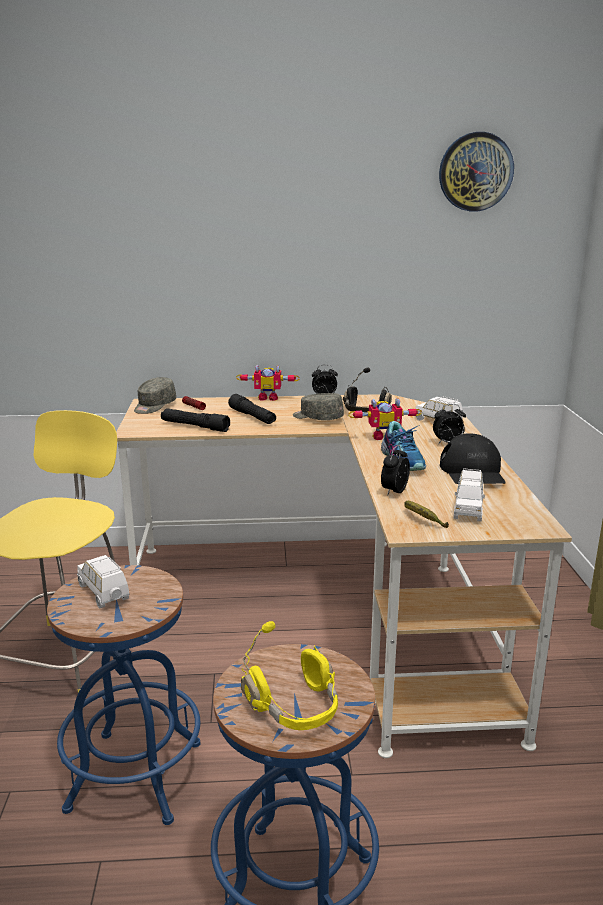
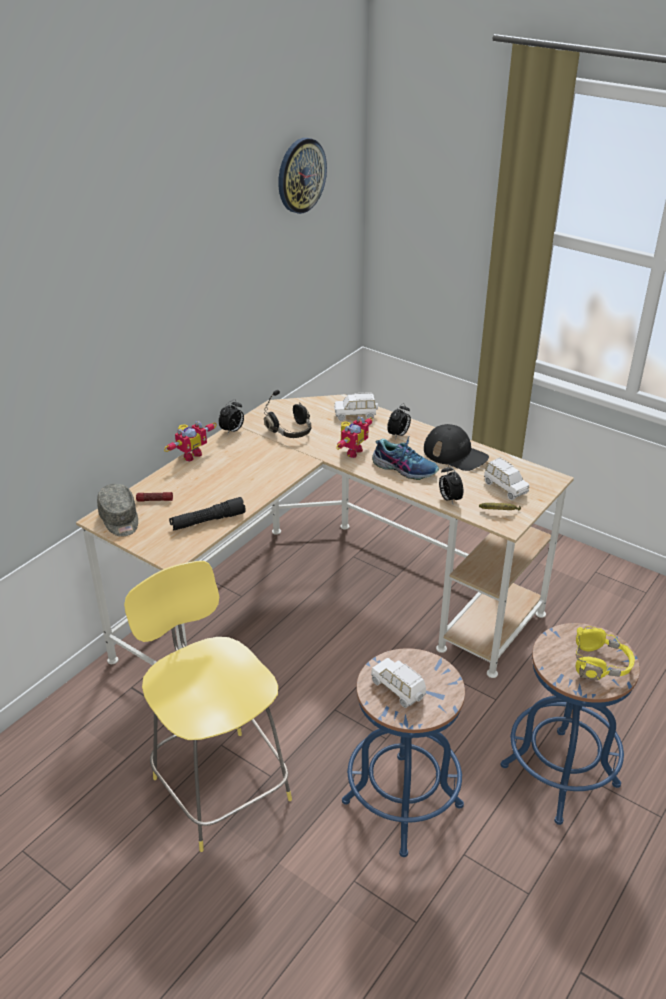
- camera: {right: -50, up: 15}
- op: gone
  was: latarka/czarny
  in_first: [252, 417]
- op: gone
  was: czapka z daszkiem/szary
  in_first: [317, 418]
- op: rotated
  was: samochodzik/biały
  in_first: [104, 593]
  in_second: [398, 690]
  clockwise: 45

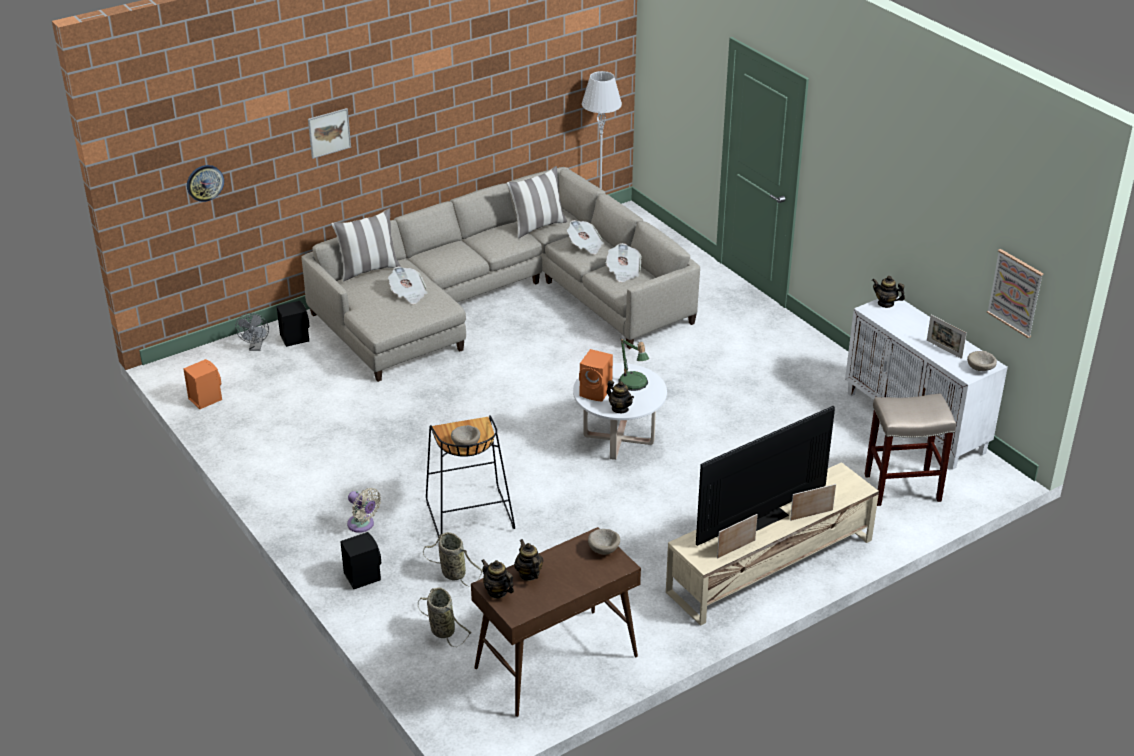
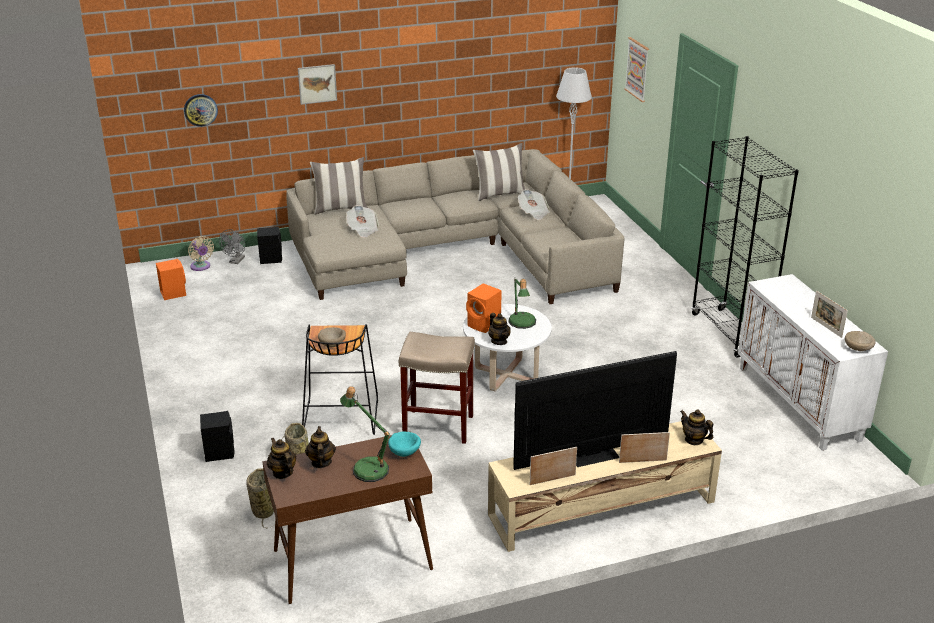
- camera: {right: 15, up: -5}
- op: gone
  was: gazeta
  in_first: [623, 272]
- op: new
  now: lampa stołowa
  in_second: [367, 467]
- op: new
  now: regał/czarny
  in_second: [729, 333]
- op: shifted
  was: wentylator/beżowy
  in_first: [362, 525]
  in_second: [201, 267]
- op: shifted
  was: stołek/beżowy
  in_first: [901, 488]
  in_second: [437, 426]
- op: shifted
  was: imbryk
  in_first: [886, 303]
  in_second: [694, 440]
- op: shifted
  was: obraz
  in_first: [1015, 292]
  in_second: [637, 69]
- op: repainted
  was: miska/beżowy
  now: miska/turkusowy
  in_first: [604, 549]
  in_second: [405, 452]

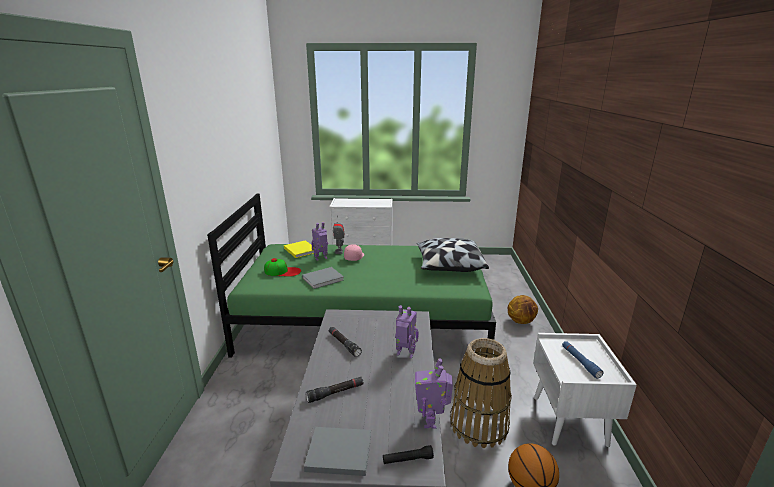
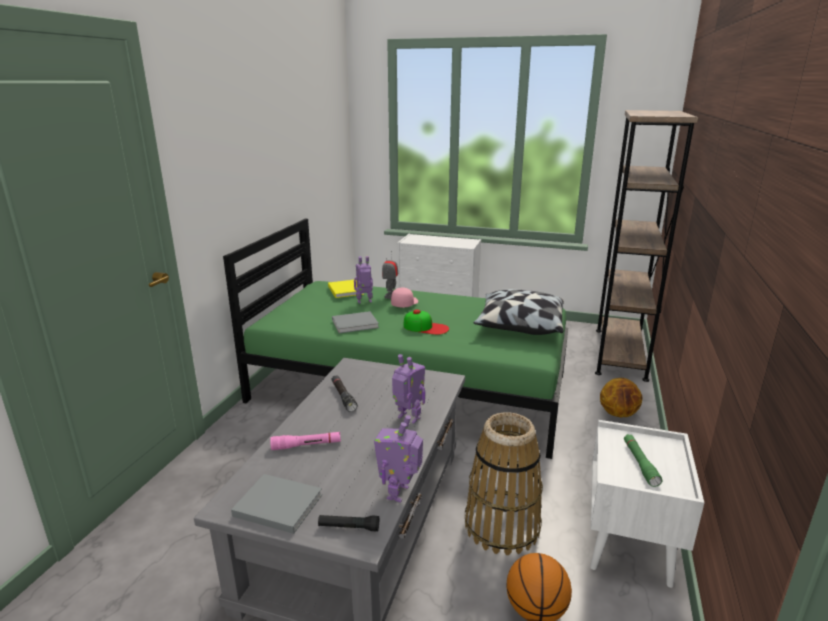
- camera: {right: 15, up: 0}
- op: new
  now: regał/brązowy
  in_second: [620, 353]
- op: shifted
  was: czapka z daszkiem
  in_first: [282, 271]
  in_second: [426, 327]
- op: repainted
  was: latarka/czarny
  now: latarka/różowy
  in_first: [335, 393]
  in_second: [306, 445]
- op: repainted
  was: latarka/niebieski
  now: latarka/zielony
  in_first: [580, 362]
  in_second: [640, 463]

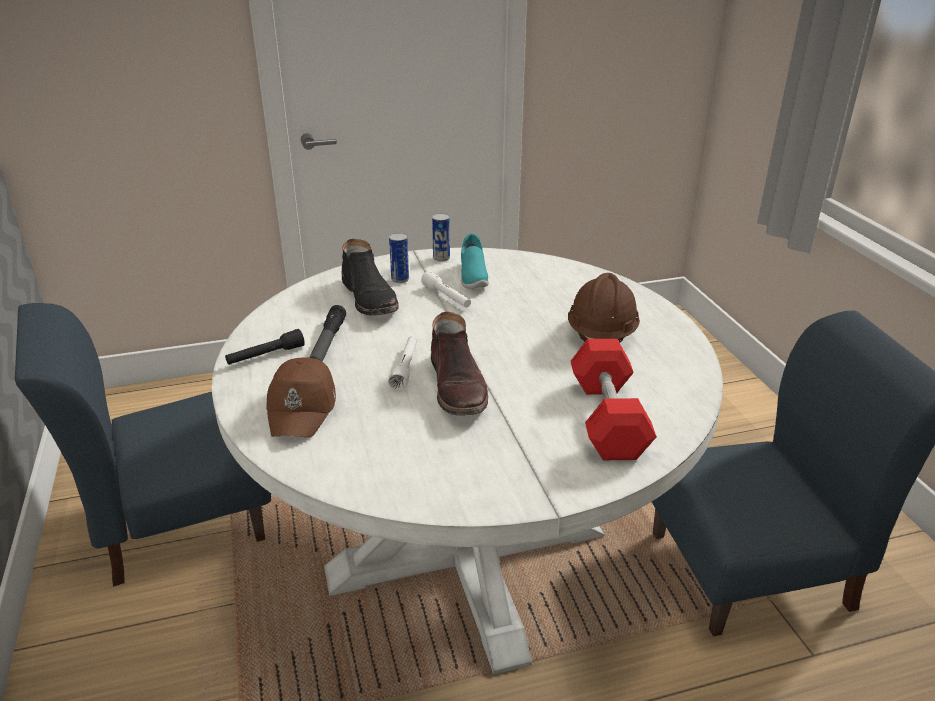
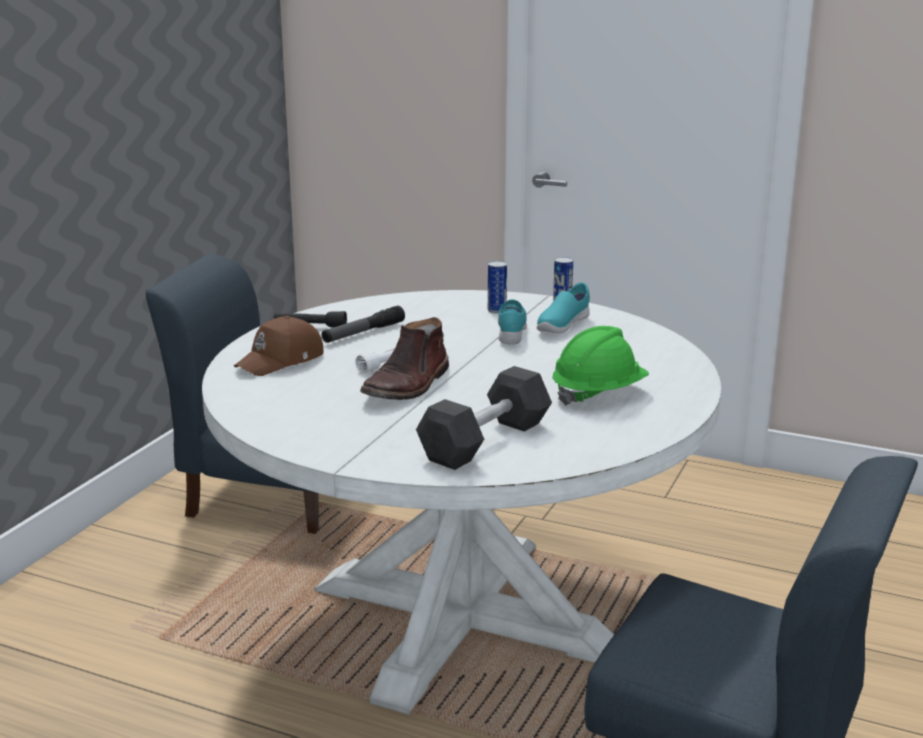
- camera: {right: 40, up: -10}
- op: gone
  was: but z cholewką/czarny
  in_first: [370, 298]
- op: swapped
  was: latarka/biały
  now: but/turkusowy
  in_first: [447, 297]
  in_second: [512, 332]
- op: repainted
  was: kask/brązowy
  now: kask/zielony
  in_first: [601, 333]
  in_second: [598, 394]
- op: repainted
  was: hantel/czerwony
  now: hantel/szary
  in_first: [607, 418]
  in_second: [485, 441]

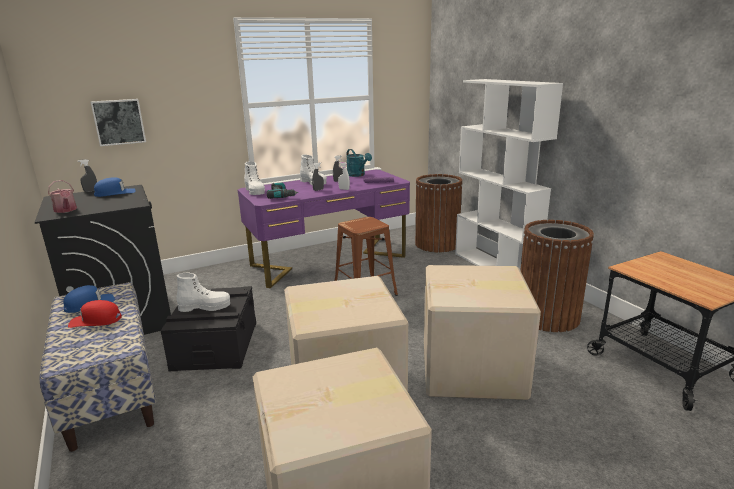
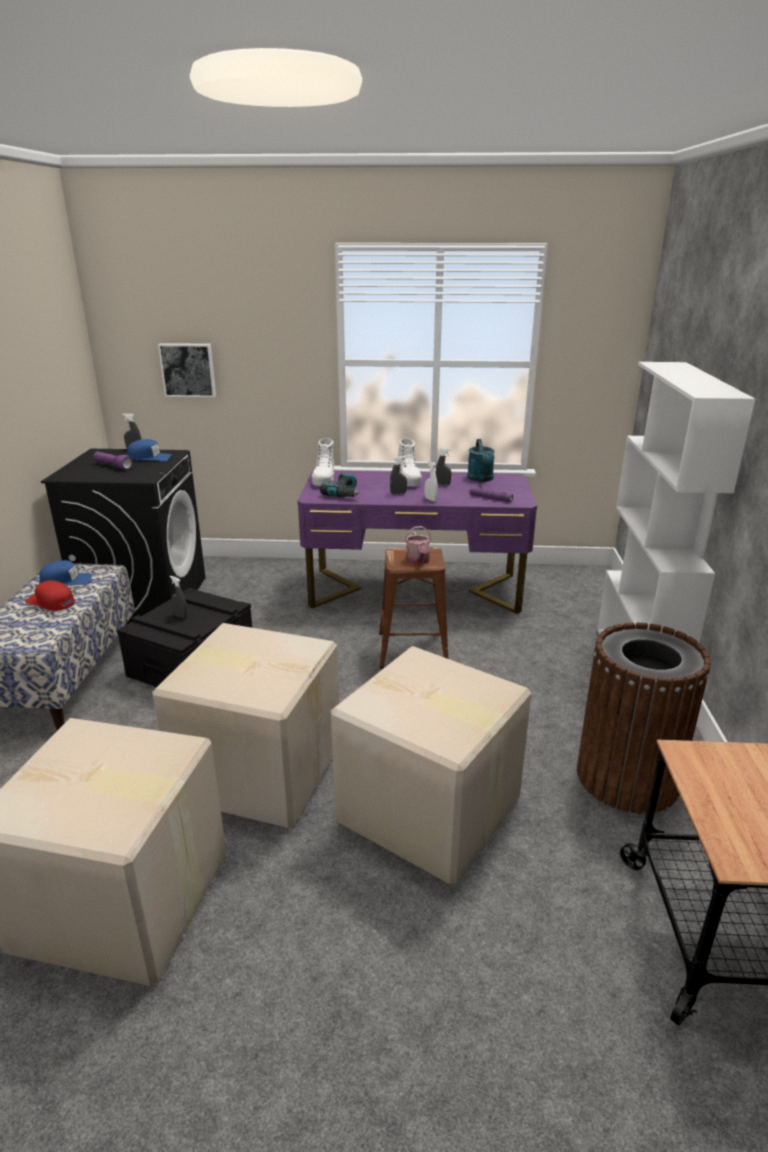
- camera: {right: 30, up: 5}
- op: gone
  was: kosz na śmieci/brązowy
  in_first: [437, 244]
- op: new
  now: latarka/fioletowy
  in_second: [113, 466]
- op: shifted
  was: konewka
  in_first: [66, 210]
  in_second: [418, 561]
- op: swapped
  was: but z cholewką/biały
  now: spryskiwacz/szary
  in_first: [205, 307]
  in_second: [180, 616]

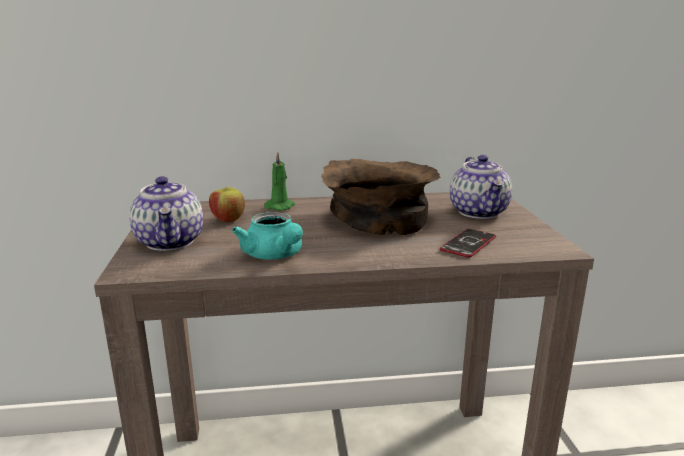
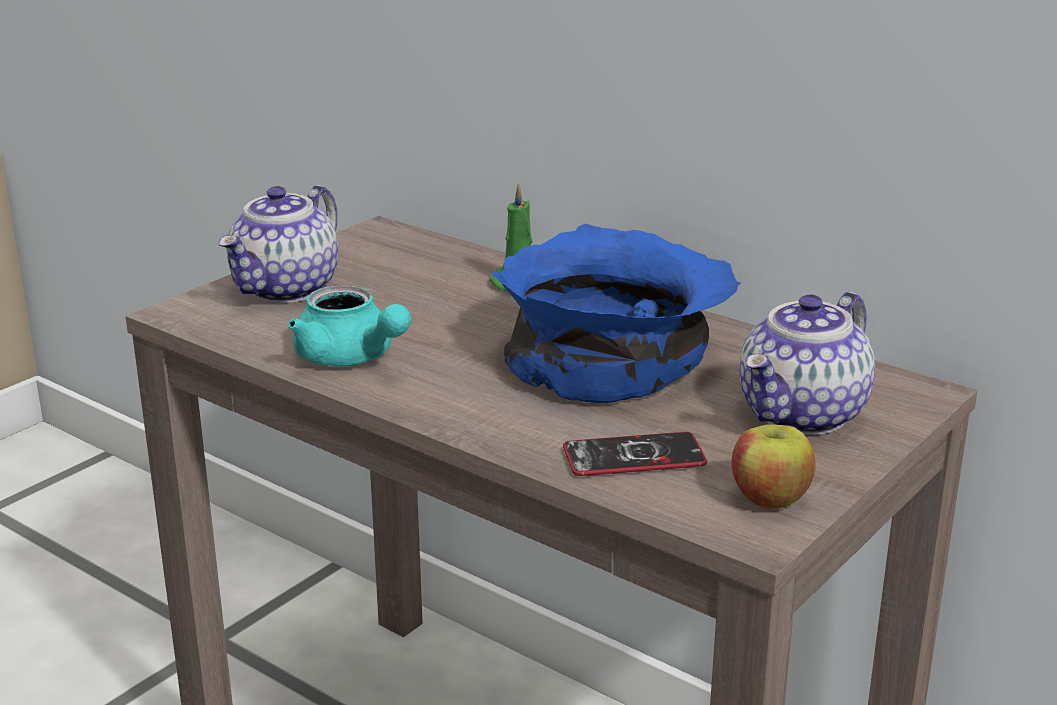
- camera: {right: 45, up: 5}
- op: shifted
  was: jabłko
  in_first: [227, 220]
  in_second: [769, 499]
- op: repainted
  was: miska/brązowy
  now: miska/niebieski
  in_first: [380, 218]
  in_second: [613, 359]
- op: rotated
  was: imbryk/turkusowy
  in_first: [274, 256]
  in_second: [351, 358]
  clockwise: -60

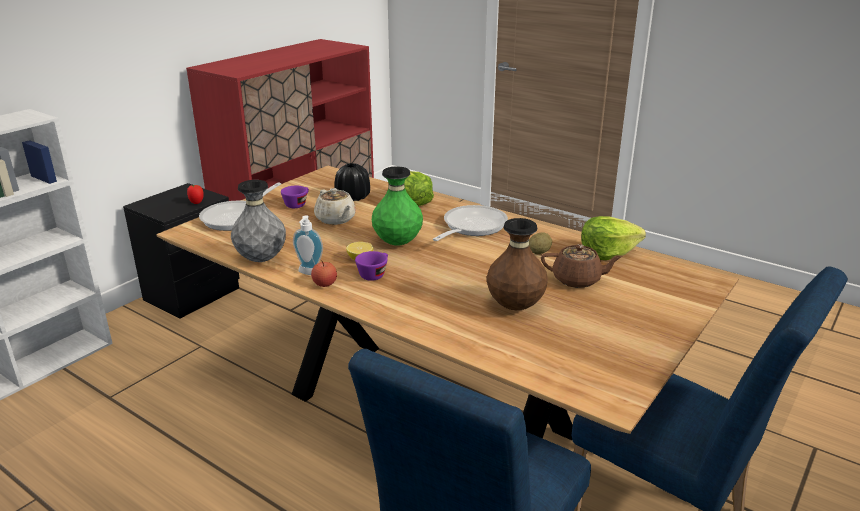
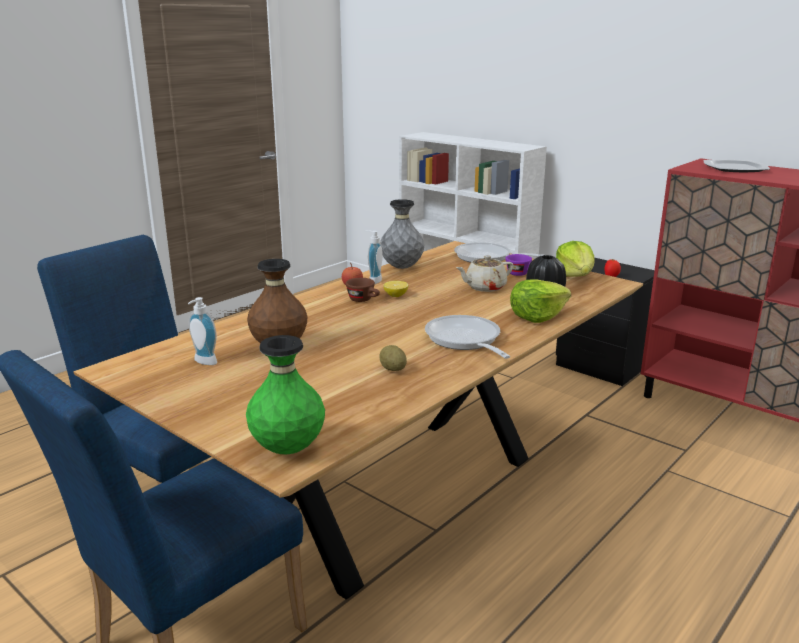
- camera: {right: 95, up: -5}
- op: gone
  was: imbryk/brązowy
  in_first: [577, 280]
- op: new
  now: dozownik mydła
  in_second: [203, 362]
- op: new
  now: talerz
  in_second: [735, 168]
- op: shifted
  was: wazon/zielony
  in_first: [397, 243]
  in_second: [287, 449]
- op: shifted
  was: sałata
  in_first: [607, 253]
  in_second: [575, 276]
- op: repainted
  was: filiżanka/fioletowy
  now: filiżanka/brązowy
  in_first: [374, 274]
  in_second: [364, 300]
- op: rotated
  was: patelnia
  in_first: [471, 227]
  in_second: [465, 341]
  clockwise: -150

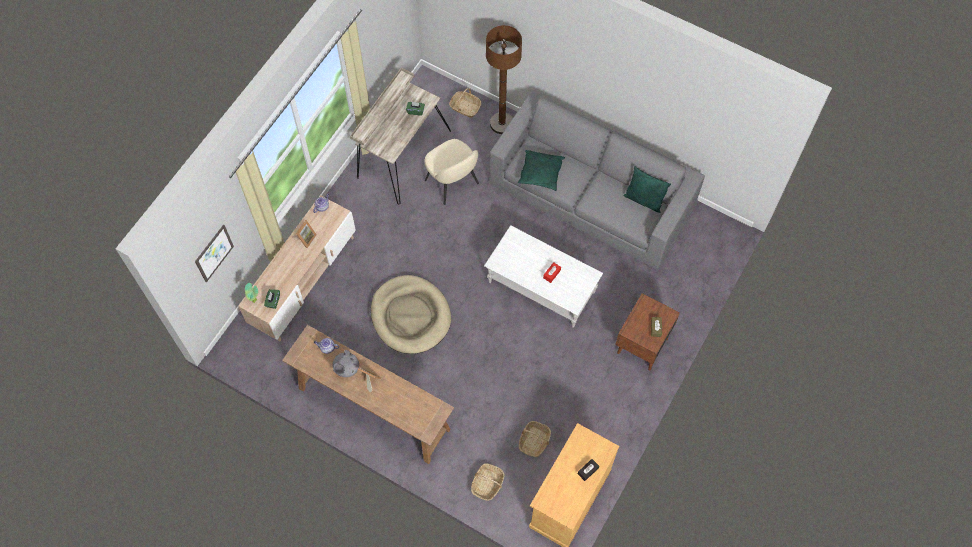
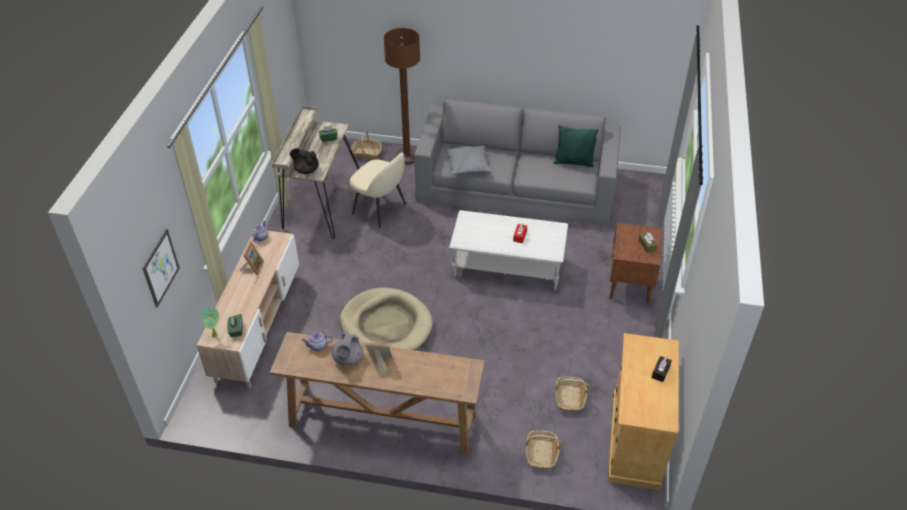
- camera: {right: -20, up: -20}
- op: new
  now: imbryk/czarny
  in_second: [306, 170]
- op: repainted
  was: poduszka/zielony
  now: poduszka/szary
  in_first: [540, 174]
  in_second: [468, 166]

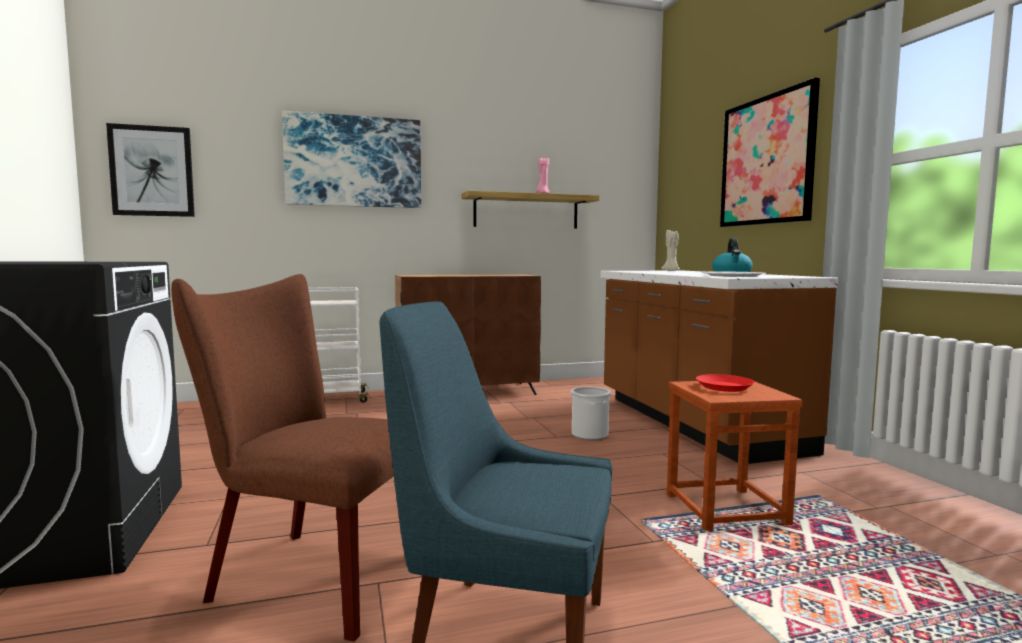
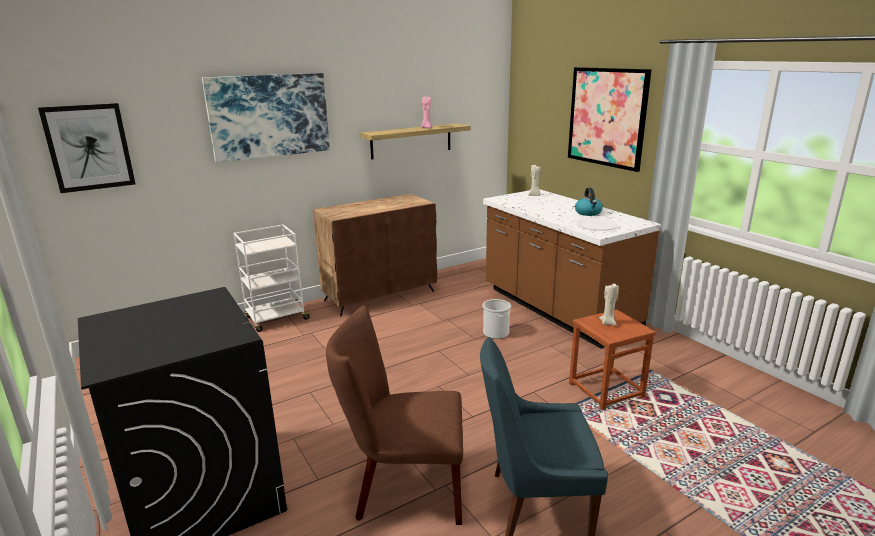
- camera: {right: -15, up: 15}
- op: swapped
  was: talerz/czerwony
  now: świeca/beżowy
  in_first: [724, 387]
  in_second: [608, 323]

